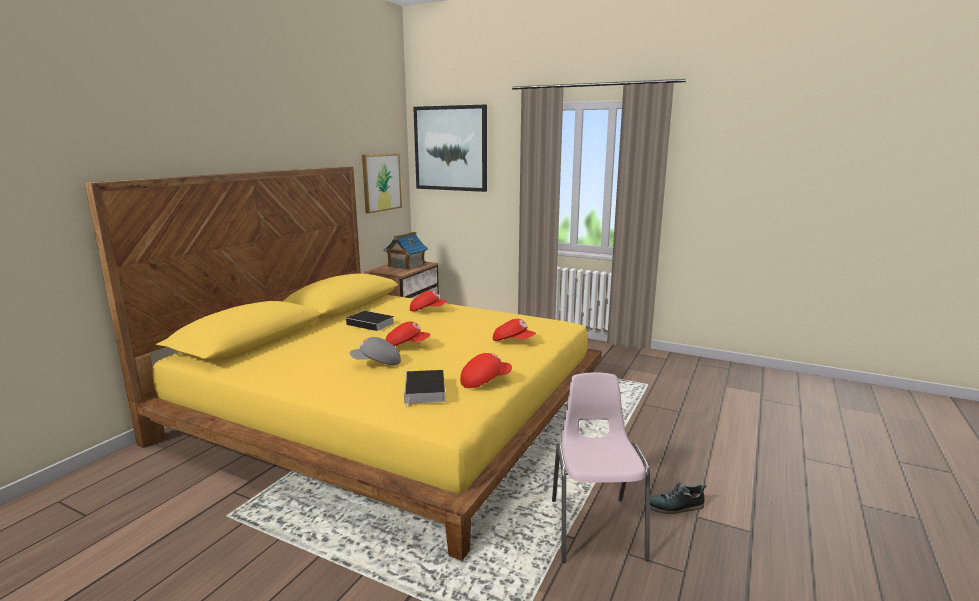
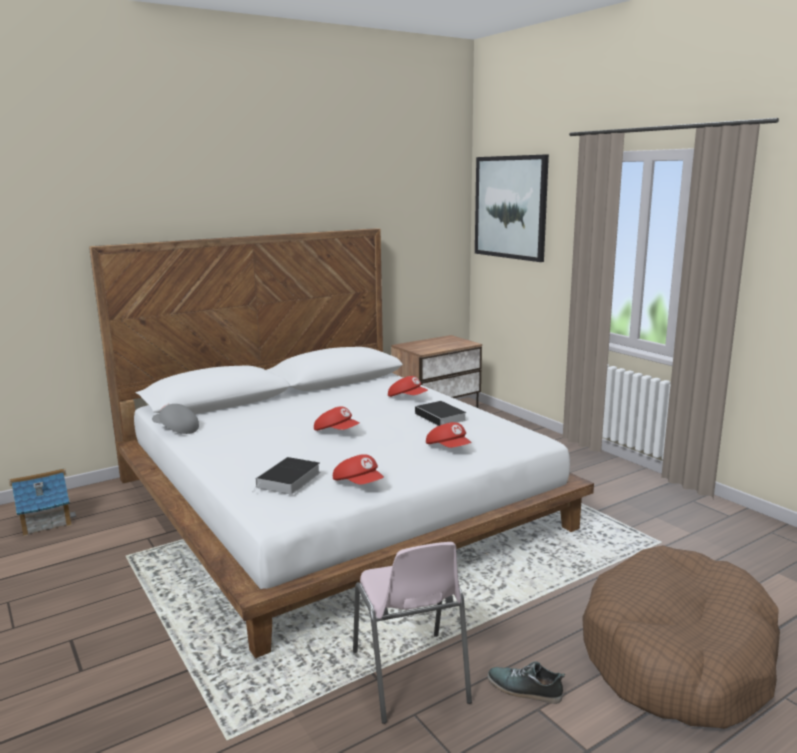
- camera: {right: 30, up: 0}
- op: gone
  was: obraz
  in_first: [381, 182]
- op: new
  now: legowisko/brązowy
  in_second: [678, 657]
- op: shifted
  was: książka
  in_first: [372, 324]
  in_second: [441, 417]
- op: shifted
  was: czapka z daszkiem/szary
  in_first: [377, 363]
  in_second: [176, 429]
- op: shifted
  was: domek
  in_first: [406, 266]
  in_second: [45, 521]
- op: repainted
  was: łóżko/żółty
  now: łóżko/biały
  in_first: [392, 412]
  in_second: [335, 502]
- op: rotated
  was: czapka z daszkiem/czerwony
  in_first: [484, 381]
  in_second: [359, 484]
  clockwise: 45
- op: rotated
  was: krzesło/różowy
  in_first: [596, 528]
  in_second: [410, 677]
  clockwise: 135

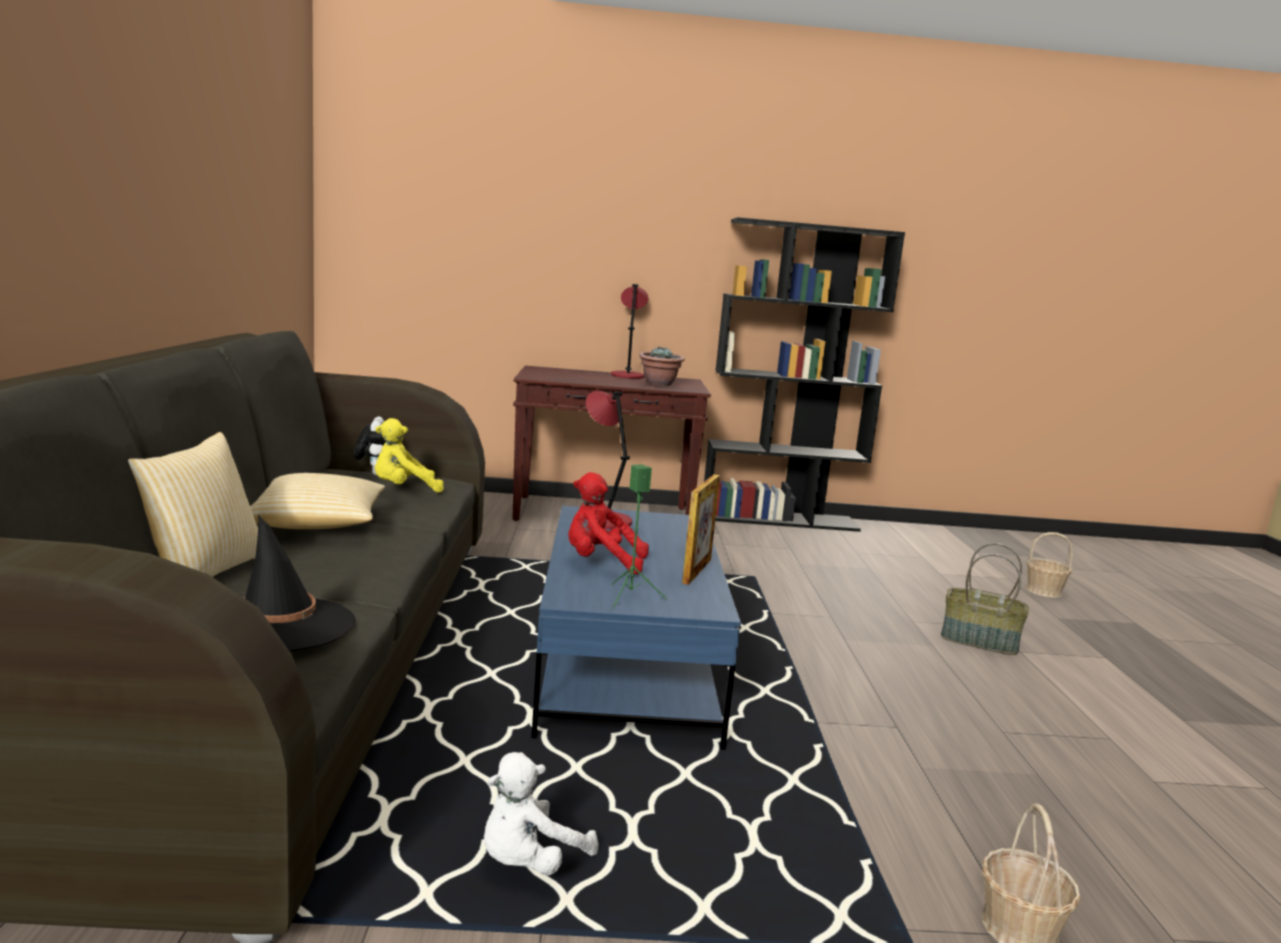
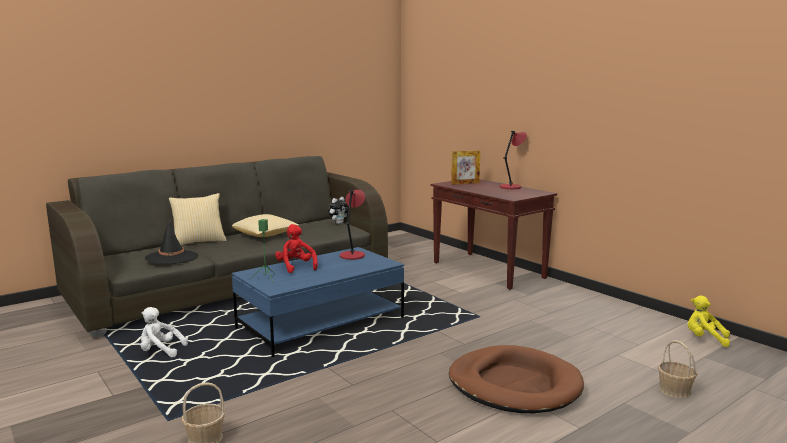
- camera: {right: 55, up: 0}
- op: gone
  was: roślina doniczkowa
  in_first: [659, 384]
- op: gone
  was: regał/czarny
  in_first: [779, 519]
- op: shifted
  was: pluszak/żółty
  in_first: [404, 490]
  in_second: [705, 339]
- op: shifted
  was: ramka na zdjęcie
  in_first: [697, 571]
  in_second: [465, 183]
- op: swapped
  was: koszyk
  now: legowisko/brązowy
  in_first: [978, 641]
  in_second: [514, 385]

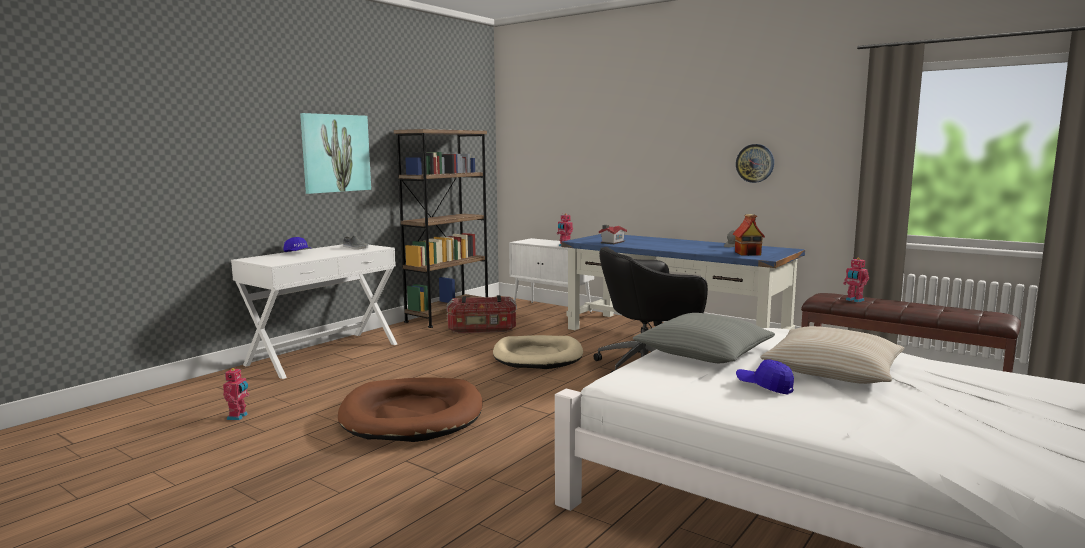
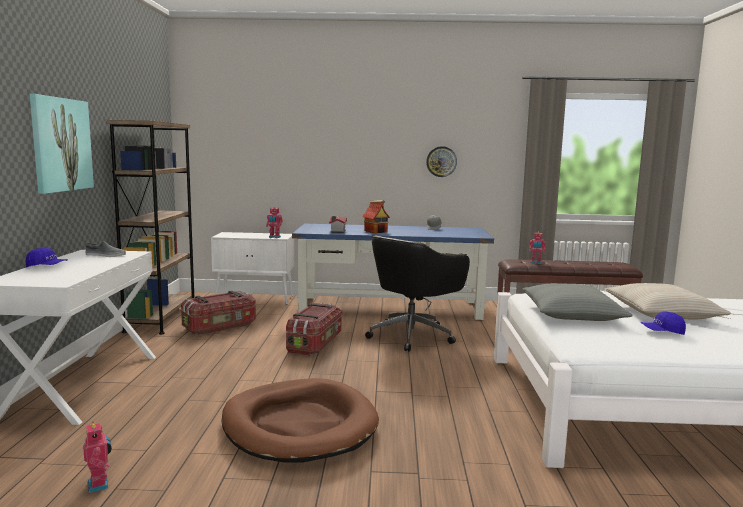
- camera: {right: -35, up: 0}
- op: shifted
  was: domek
  in_first: [748, 253]
  in_second: [376, 231]
- op: swapped
  was: legowisko/beżowy
  now: pojemnik do przechowywania
  in_first: [538, 356]
  in_second: [315, 343]

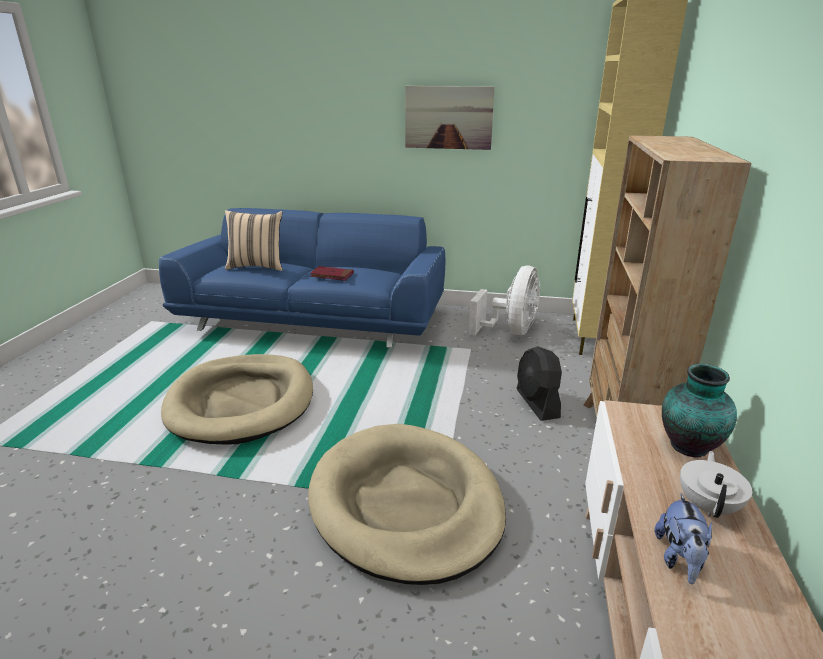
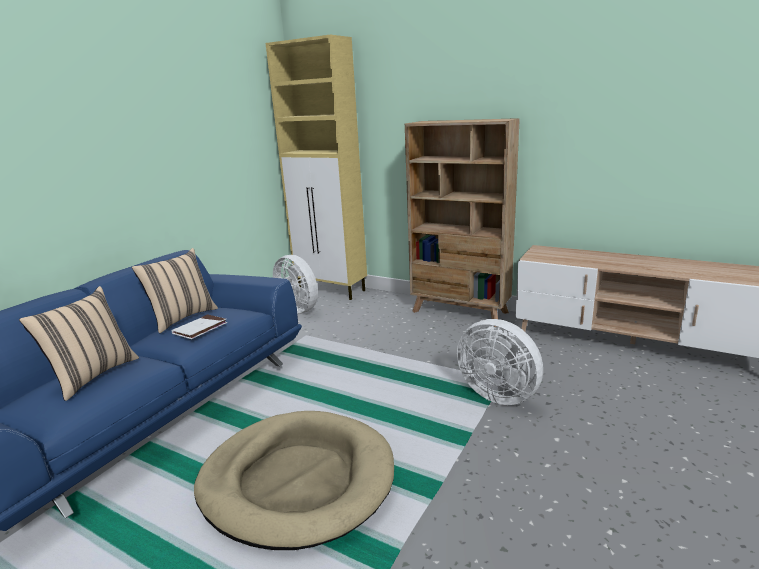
- camera: {right: -70, up: -5}
- op: gone
  was: obraz
  in_first: [448, 117]
- op: gone
  was: wentylator/czarny
  in_first: [537, 403]
- op: gone
  was: pluszak
  in_first: [679, 559]
- op: gone
  was: wazon
  in_first: [688, 447]
- op: gone
  was: imbryk/biały
  in_first: [708, 506]
- op: new
  now: poduszka/beżowy
  in_second: [182, 318]
- op: swapped
  was: legowisko/beżowy
  now: wentylator/biały
  in_first: [406, 504]
  in_second: [499, 393]
- op: repainted
  was: książka/czerwony
  now: książka/biały
  in_first: [332, 275]
  in_second: [200, 329]

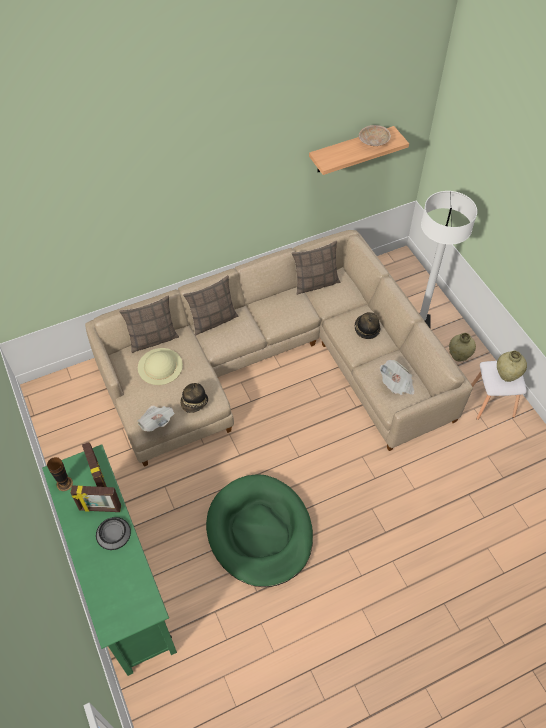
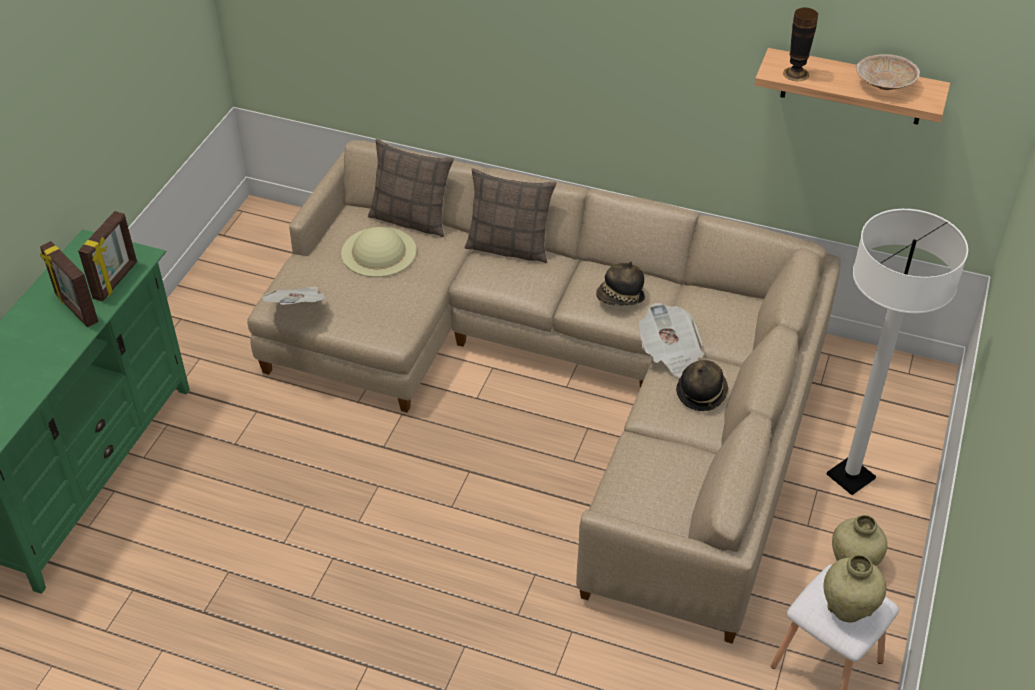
- camera: {right: 45, up: -10}
- op: gone
  was: miska
  in_first: [113, 533]
- op: gone
  was: legowisko/zielony
  in_first: [260, 532]
- op: gone
  was: poduszka
  in_first: [315, 283]
- op: shifted
  was: wazon
  in_first: [64, 483]
  in_second: [796, 74]
- op: shifted
  was: kapelusz
  in_first: [194, 403]
  in_second: [620, 298]
- op: shifted
  was: gazeta
  in_first: [396, 384]
  in_second: [670, 352]

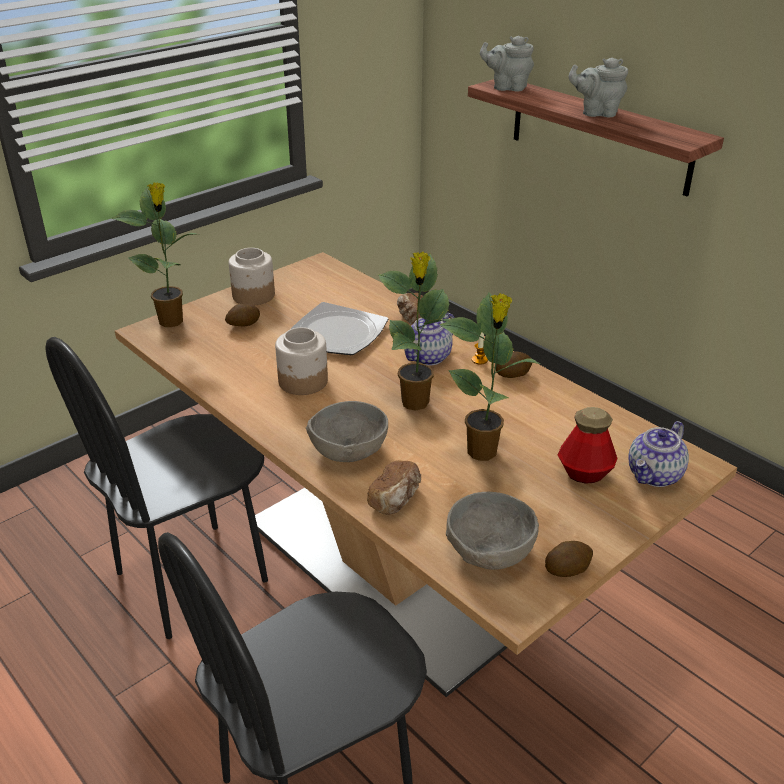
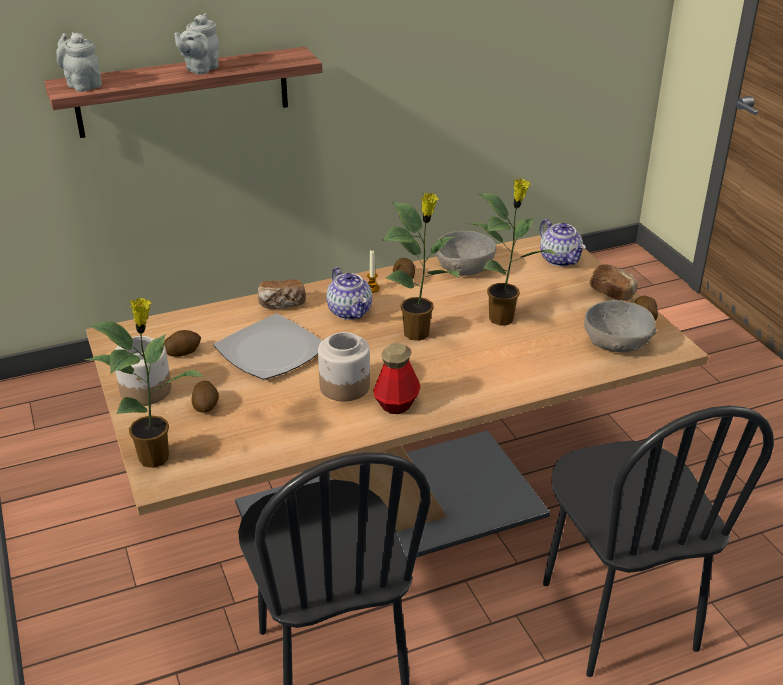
- camera: {right: -70, up: 0}
- op: new
  now: ziemniak
  in_second: [183, 352]
- op: shifted
  was: miska/szary
  in_first: [348, 449]
  in_second: [463, 268]
- op: shifted
  was: chleb
  in_first: [396, 499]
  in_second: [612, 292]
- op: shifted
  was: butelka
  in_first: [584, 473]
  in_second: [396, 404]
- op: rotated
  was: imbryk/szary
  in_first: [507, 87]
  in_second: [82, 85]
  clockwise: 105

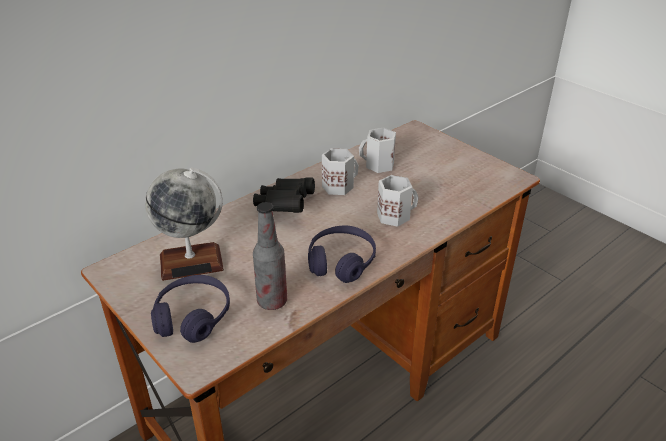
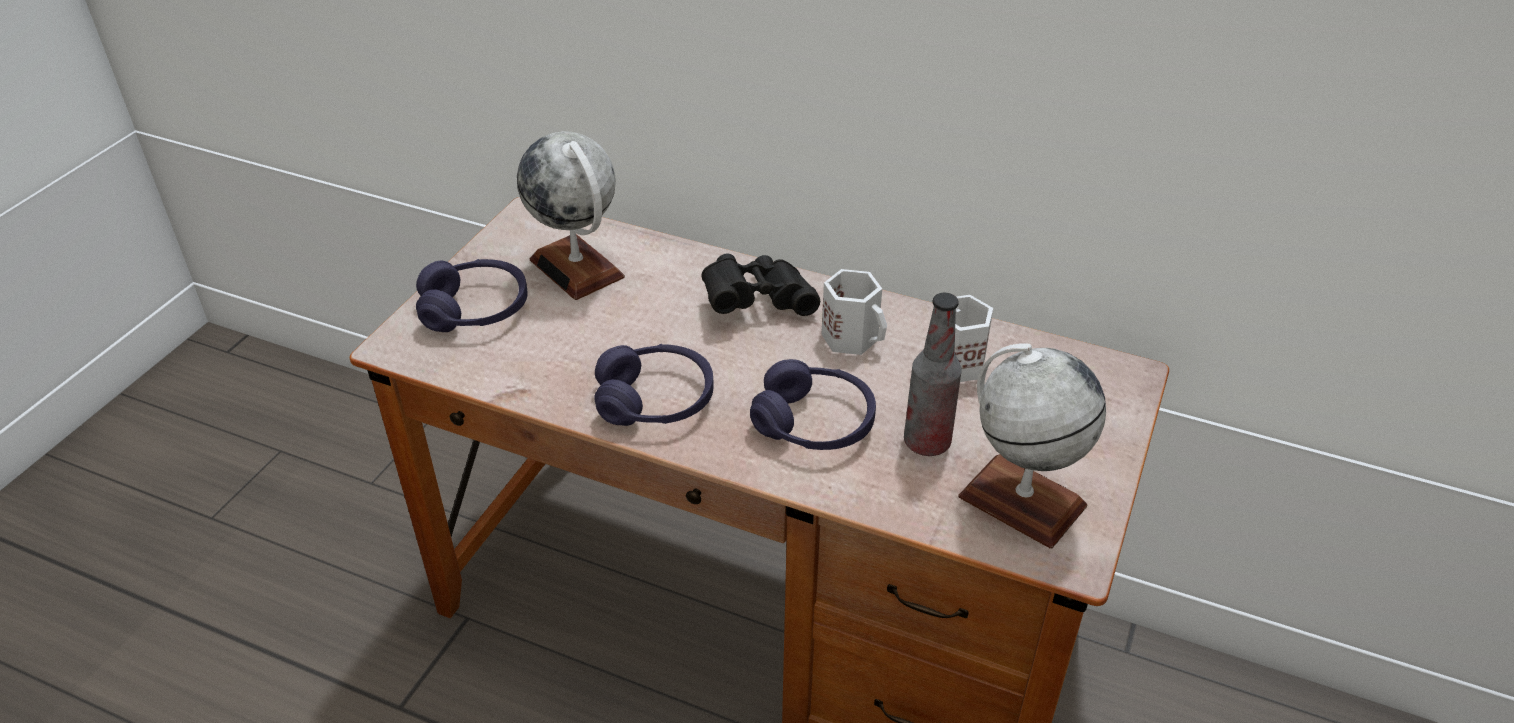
- camera: {right: 65, up: 5}
- op: new
  now: globus
  in_second: [1021, 501]
- op: shifted
  was: butelka
  in_first: [272, 301]
  in_second: [927, 442]
- op: swapped
  was: kubek/biały
  now: słuchawki/fioletowy
  in_first: [394, 215]
  in_second: [814, 423]

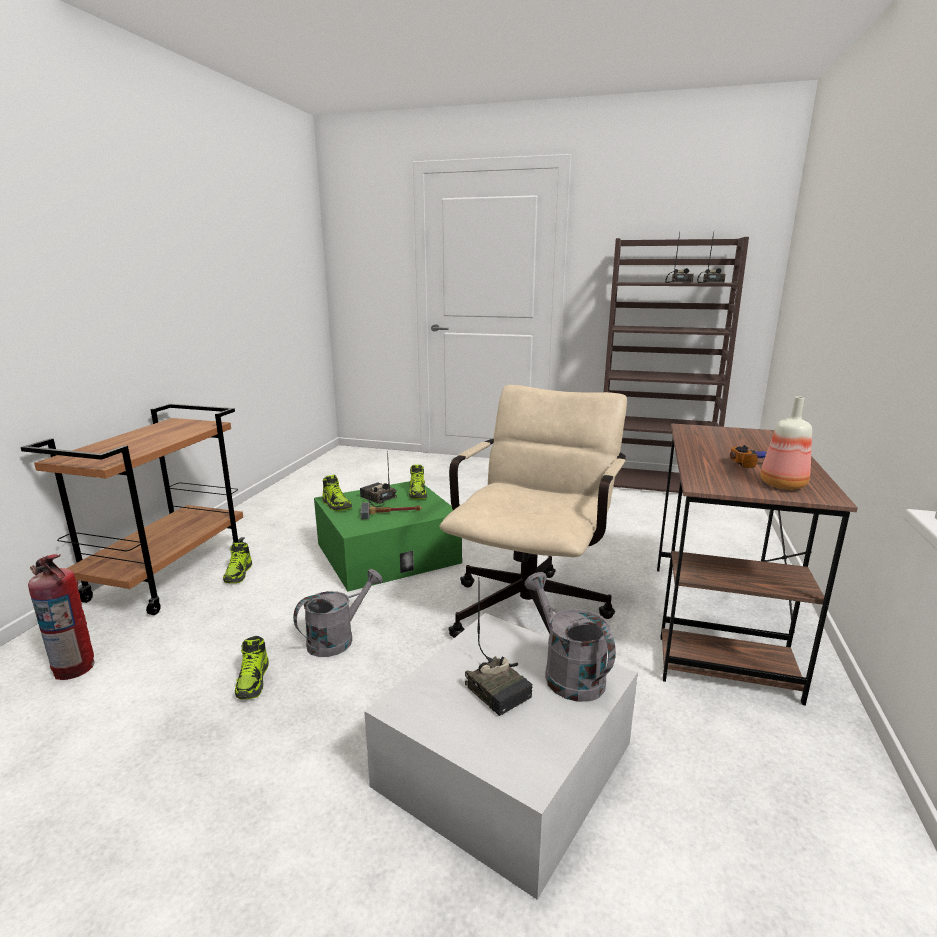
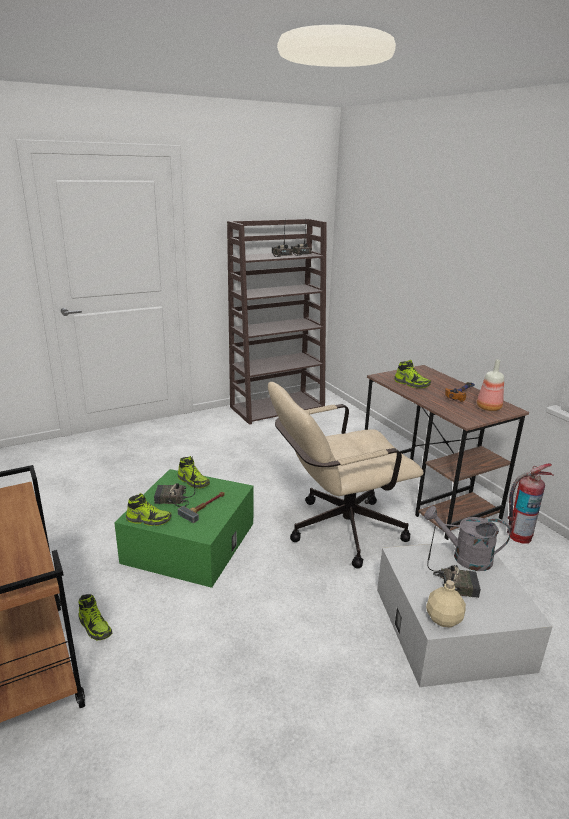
- camera: {right: -45, up: 5}
- op: gone
  was: konewka/szary
  in_first: [338, 638]
- op: new
  now: butelka/beżowy
  in_second: [443, 619]
- op: shifted
  was: gaśnica
  in_first: [75, 667]
  in_second: [519, 536]
- op: shifted
  was: but
  in_first: [253, 681]
  in_second: [411, 384]
- op: rotated
  was: krzesło biurowe/beżowy
  in_first: [532, 605]
  in_second: [336, 531]
  clockwise: -90

